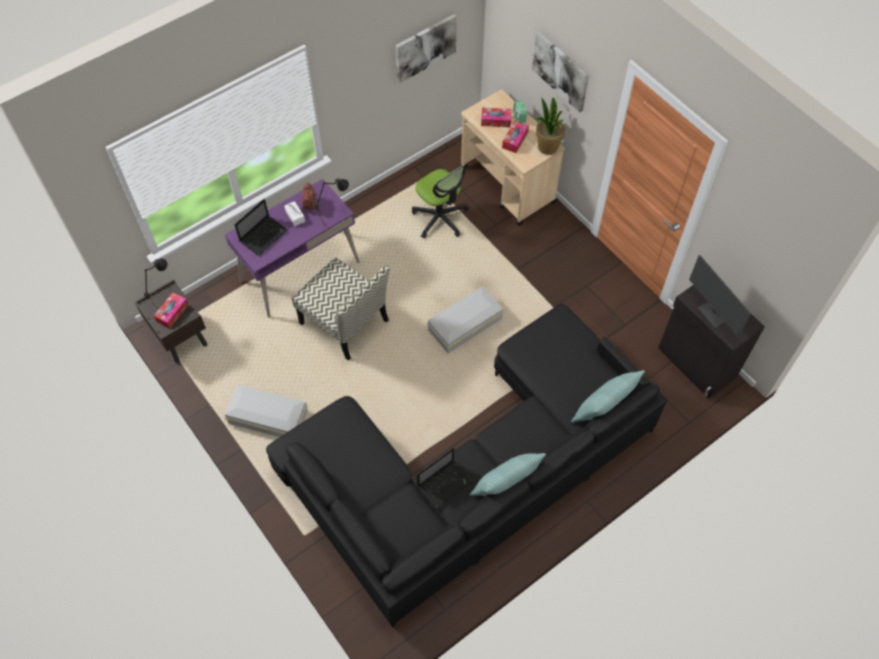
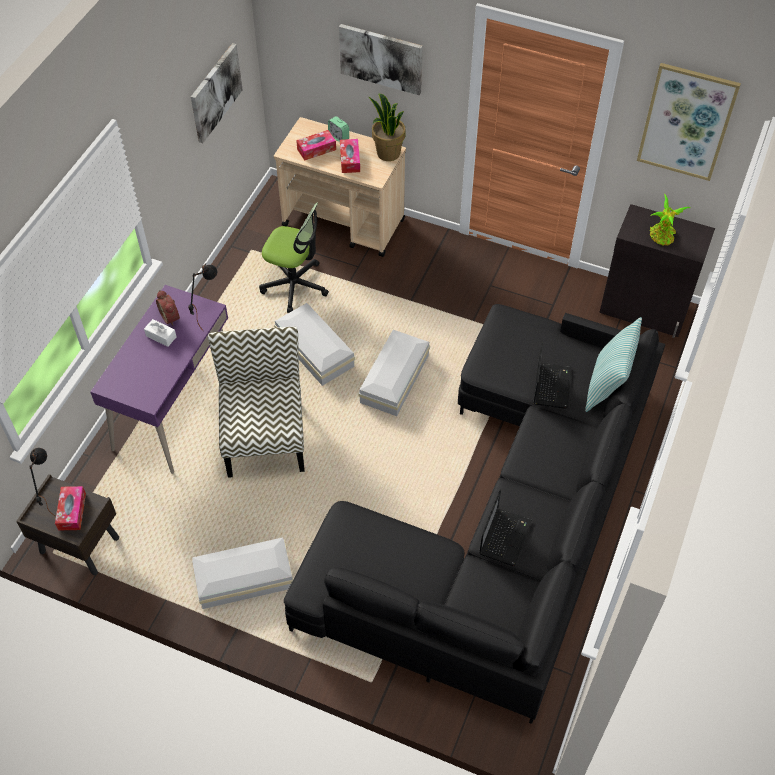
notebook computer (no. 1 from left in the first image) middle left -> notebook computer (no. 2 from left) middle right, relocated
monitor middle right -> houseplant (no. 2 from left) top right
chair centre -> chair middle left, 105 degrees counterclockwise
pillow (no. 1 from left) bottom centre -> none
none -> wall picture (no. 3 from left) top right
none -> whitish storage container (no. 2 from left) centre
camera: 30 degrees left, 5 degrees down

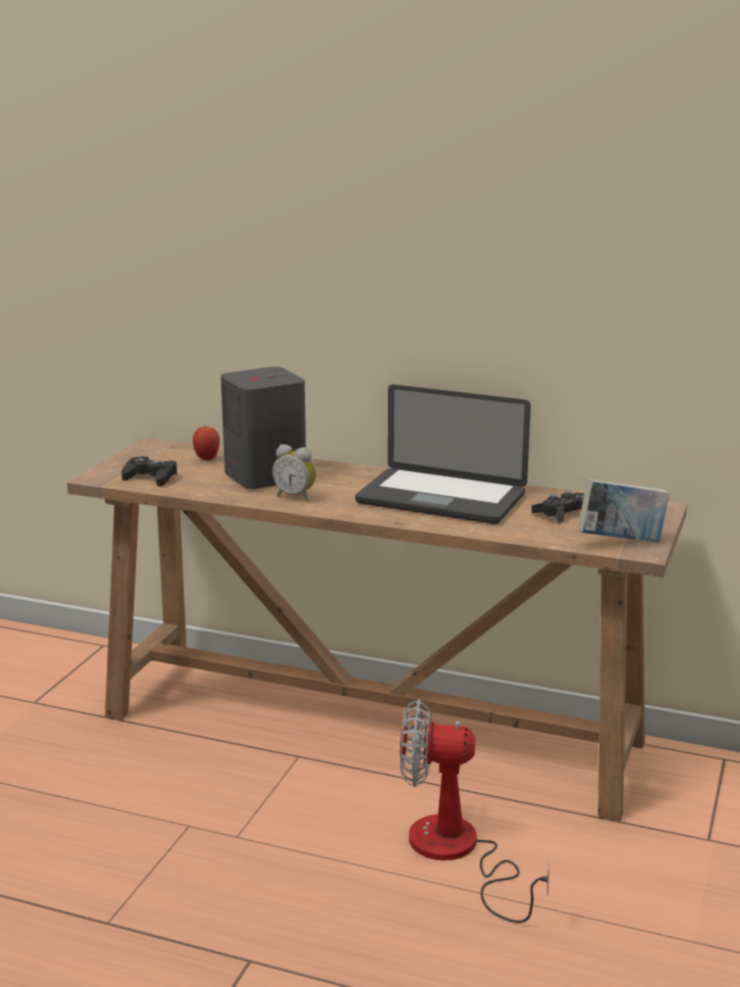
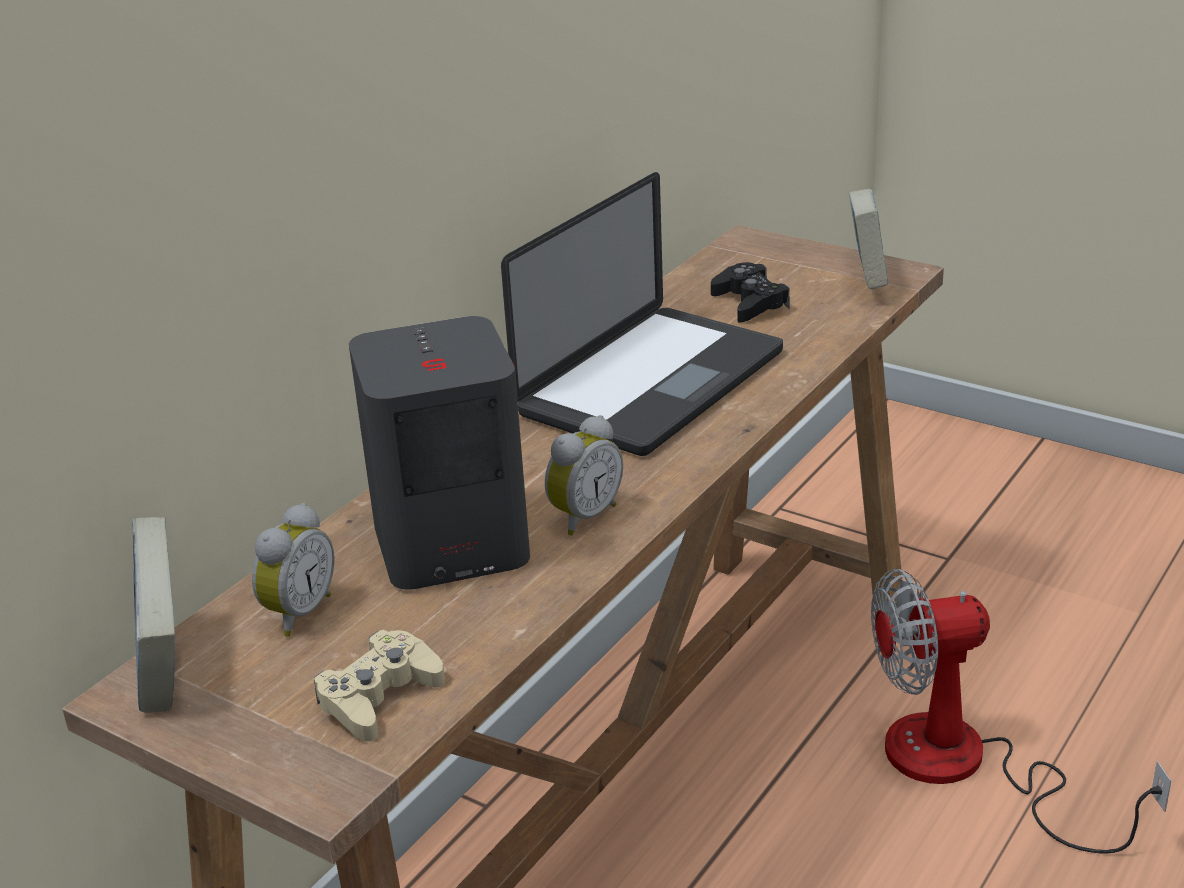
apple middle left -> table clock (no. 1 from left) middle left
blackish gamepad (no. 1 from left) middle left -> beige gamepad bottom left
fan bottom centre -> fan bottom right, 60 degrees clockwise
none -> book (no. 1 from left) bottom left
camera: 75 degrees left, 10 degrees up

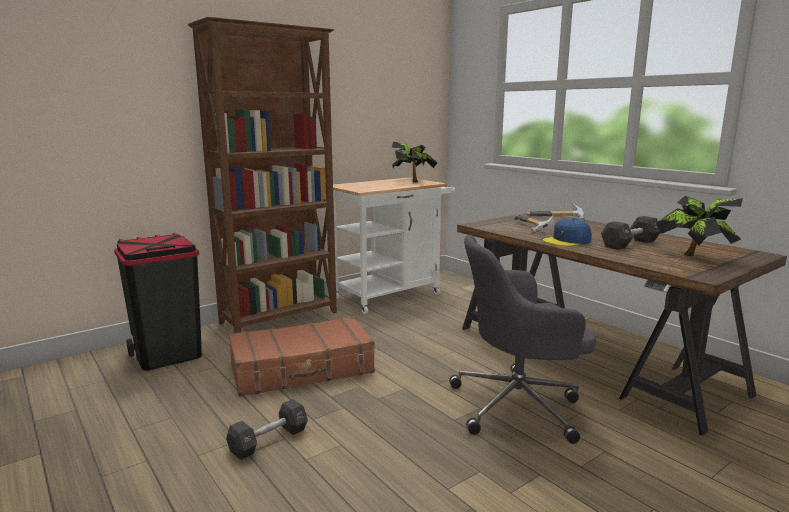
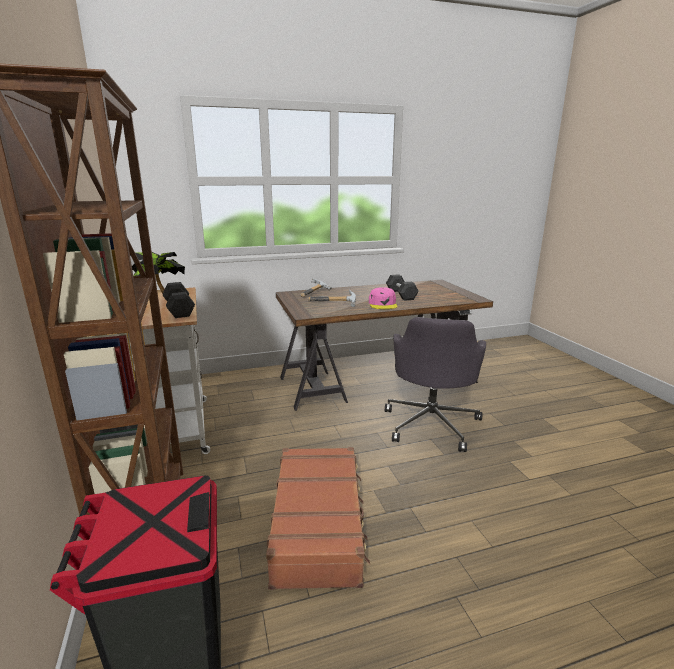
houseplant (no. 2 from left) middle right -> none
blue baseball cap middle right -> pink baseball cap centre
blackish free weight (no. 1 from left) bottom centre -> blackish free weight (no. 1 from left) middle left, relocated
camera: 70 degrees left, 5 degrees up

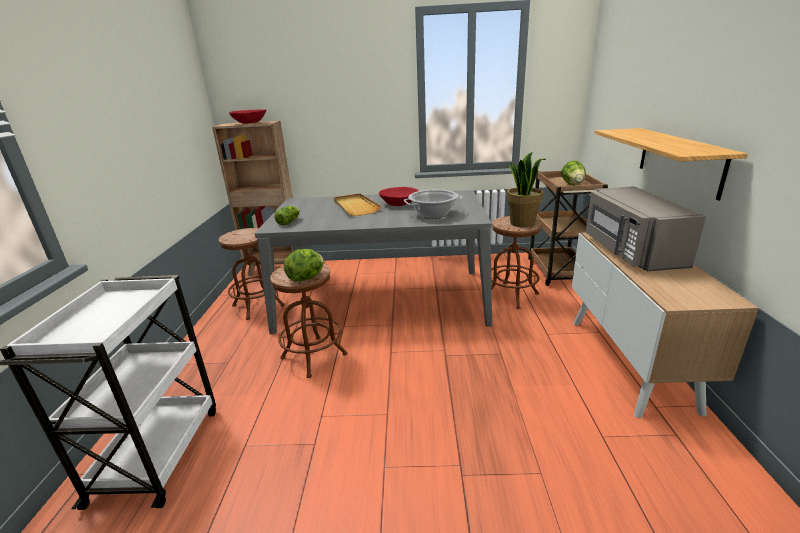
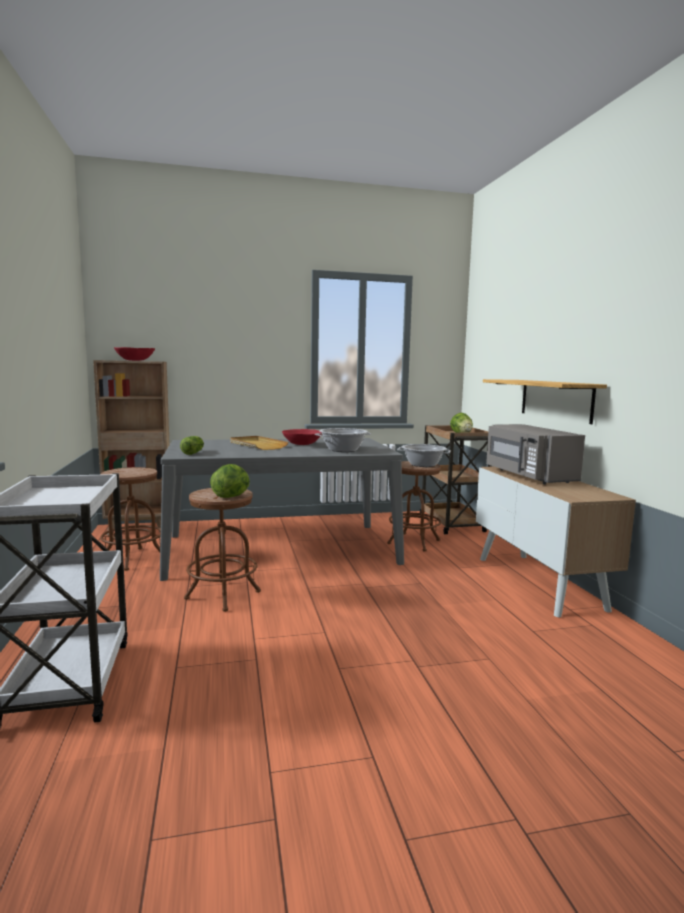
houseplant centre -> cooking pot (no. 2 from left) centre
camera: 15 degrees left, 15 degrees down

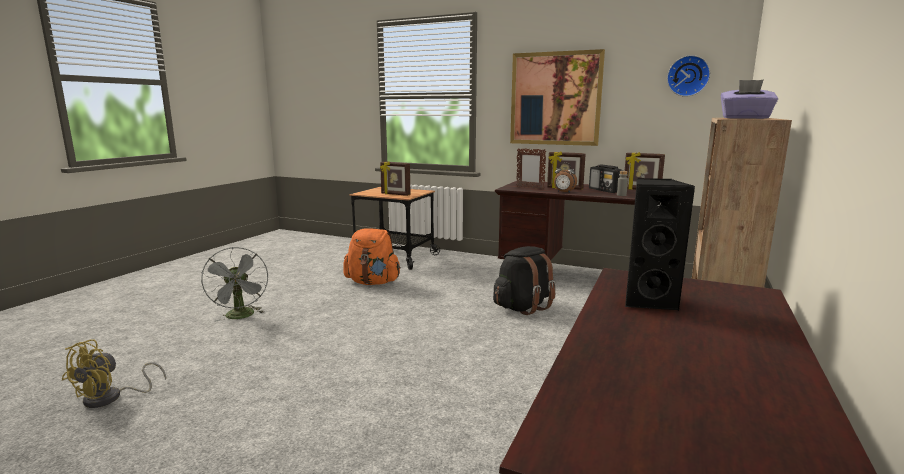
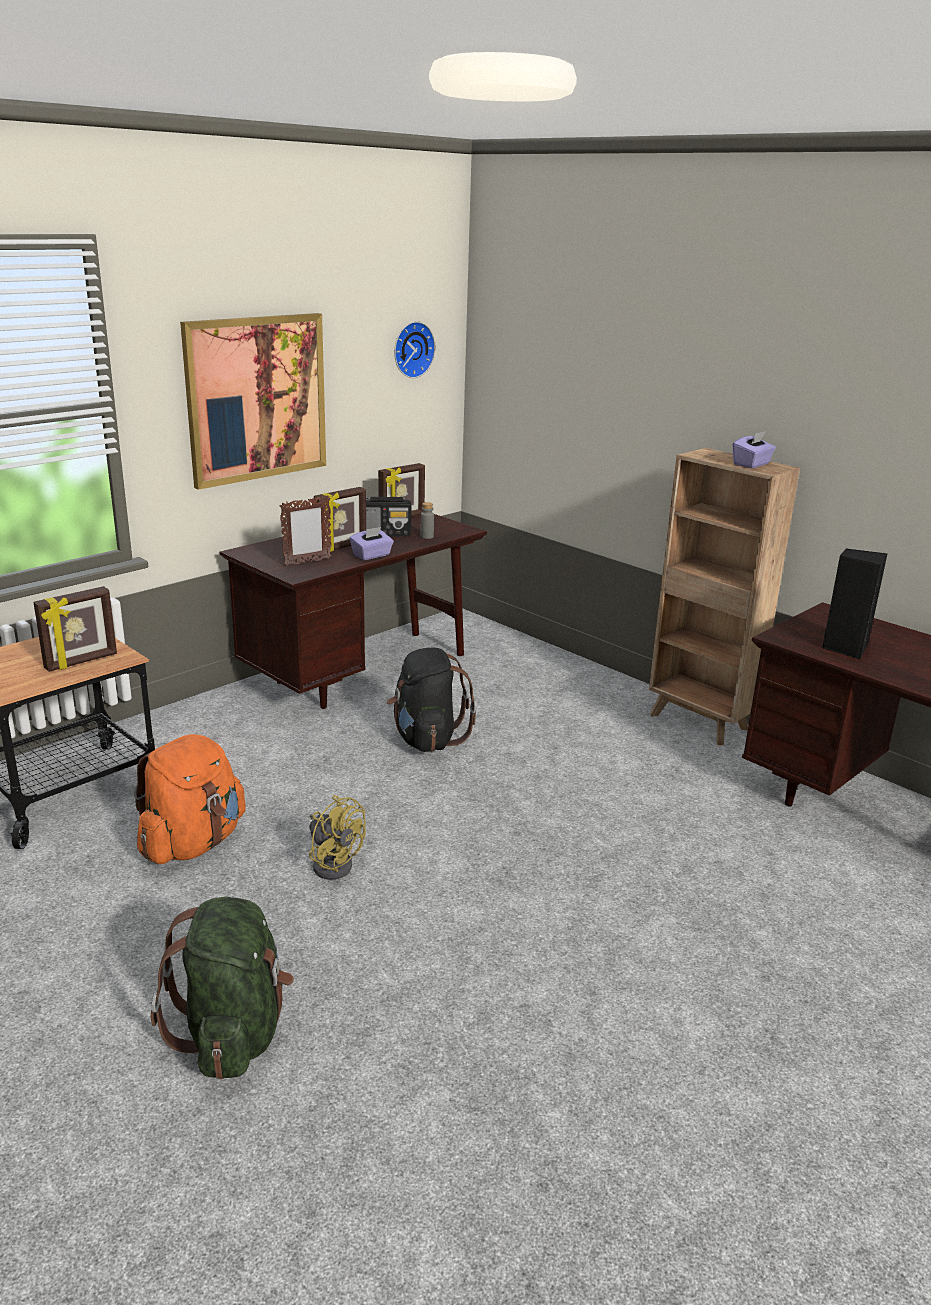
table clock centre -> purple tissue holder (no. 1 from left) centre
gray fan middle left -> green rucksack bottom left
yellowish fan bottom left -> yellowish fan centre, relocated
camera: 70 degrees left, 10 degrees up

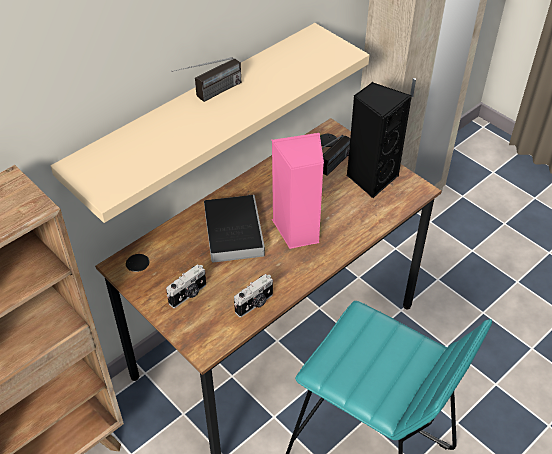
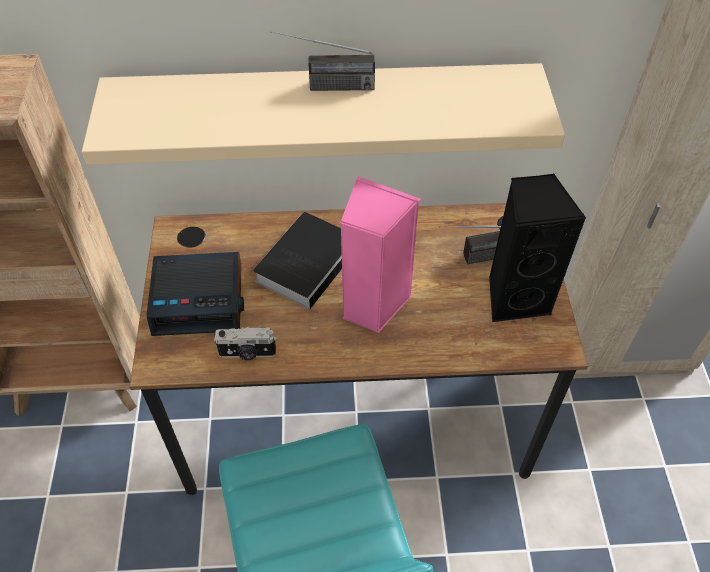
photo camera (no. 1 from left) centre -> table clock middle left
camera: 40 degrees right, 5 degrees up

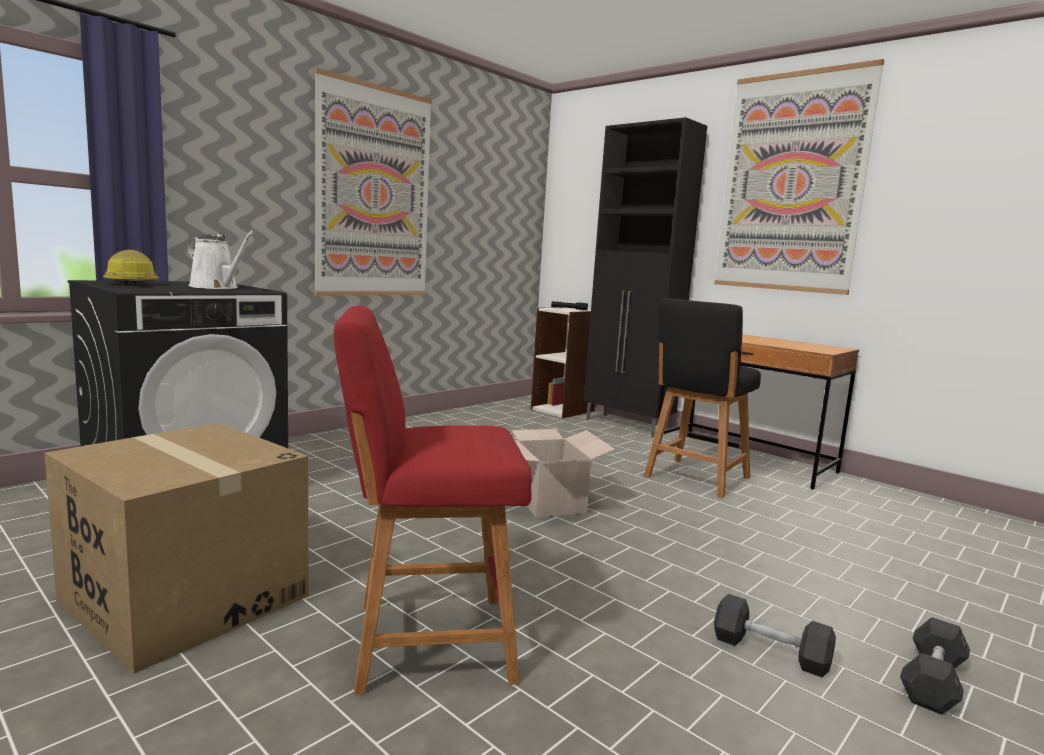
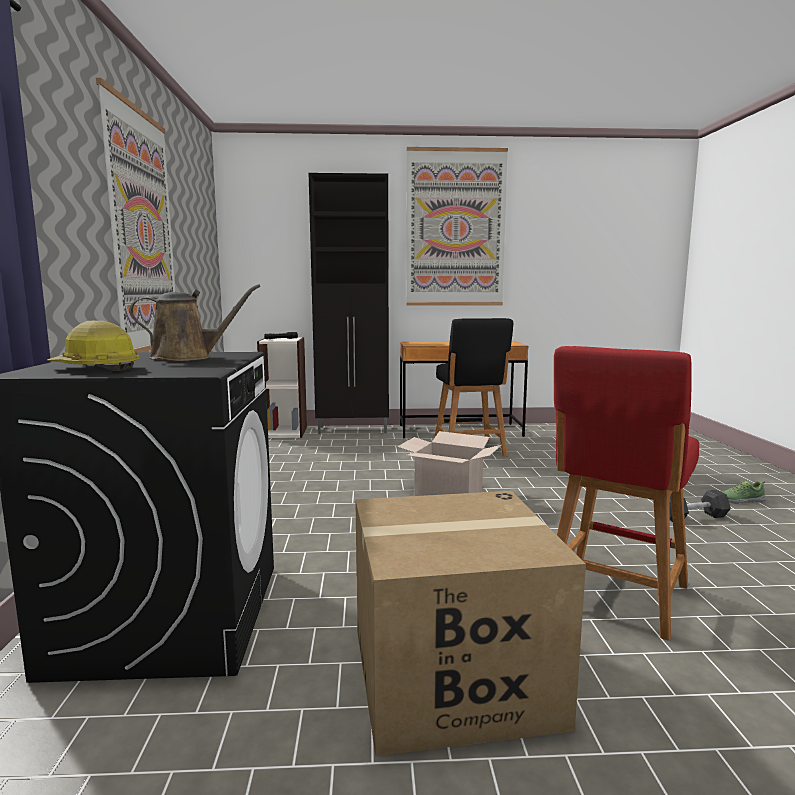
whitish sprinkling can middle left -> brownish sprinkling can middle left
gray free weight (no. 2 from left) bottom right -> shoe middle right
camera: 45 degrees left, 0 degrees up

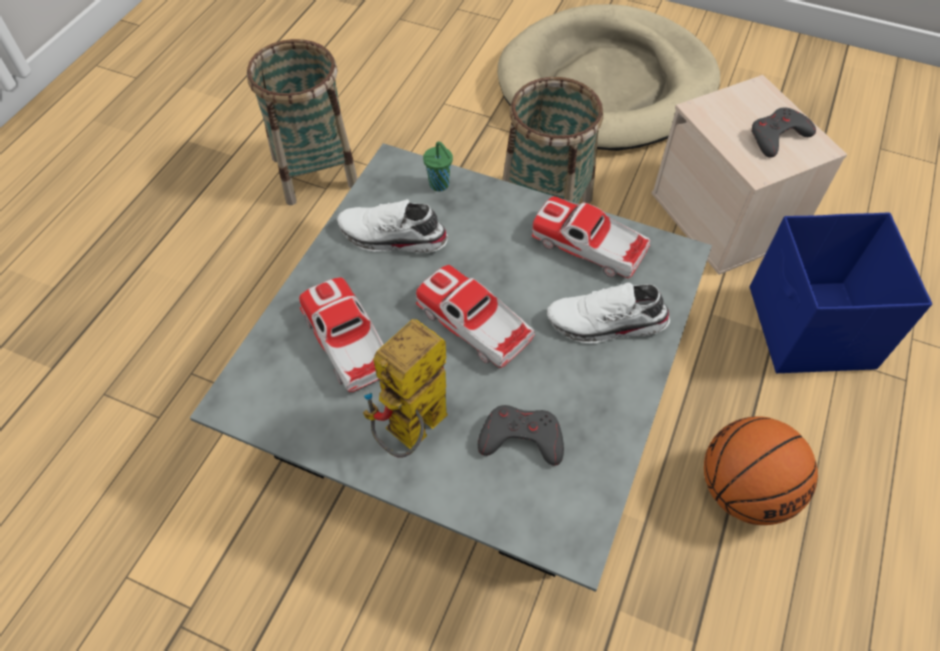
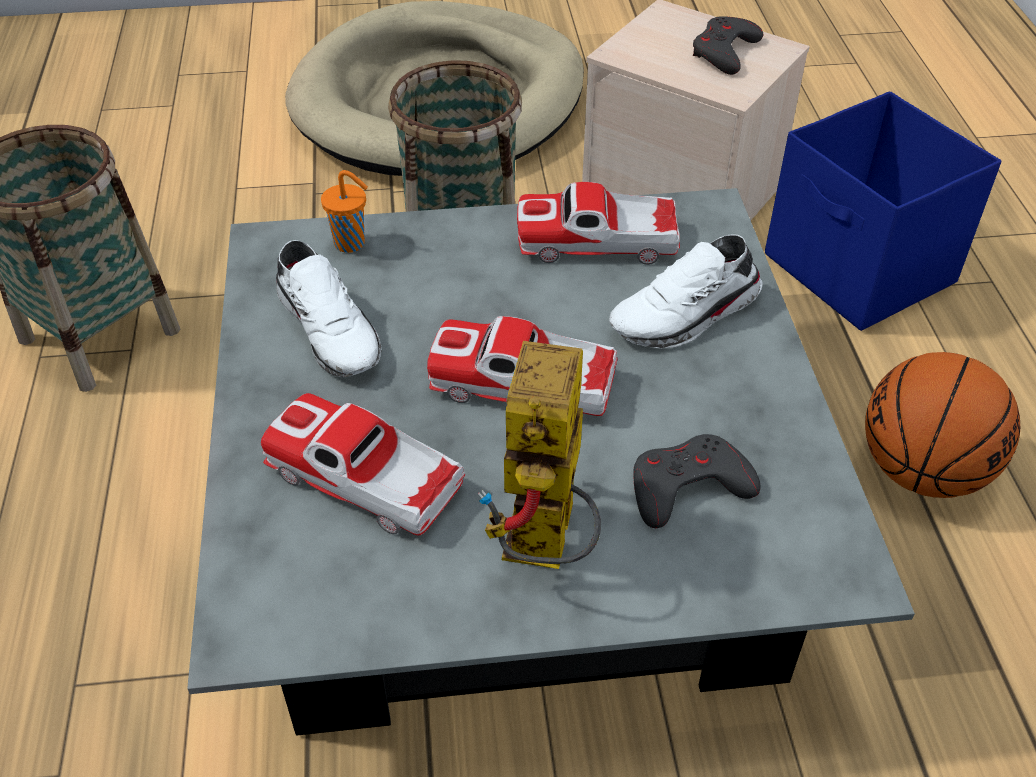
green cup top centre -> orange cup top left
whitish shoe (no. 1 from left) centre -> whitish shoe (no. 1 from left) middle left, 105 degrees counterclockwise
camera: 30 degrees left, 10 degrees down

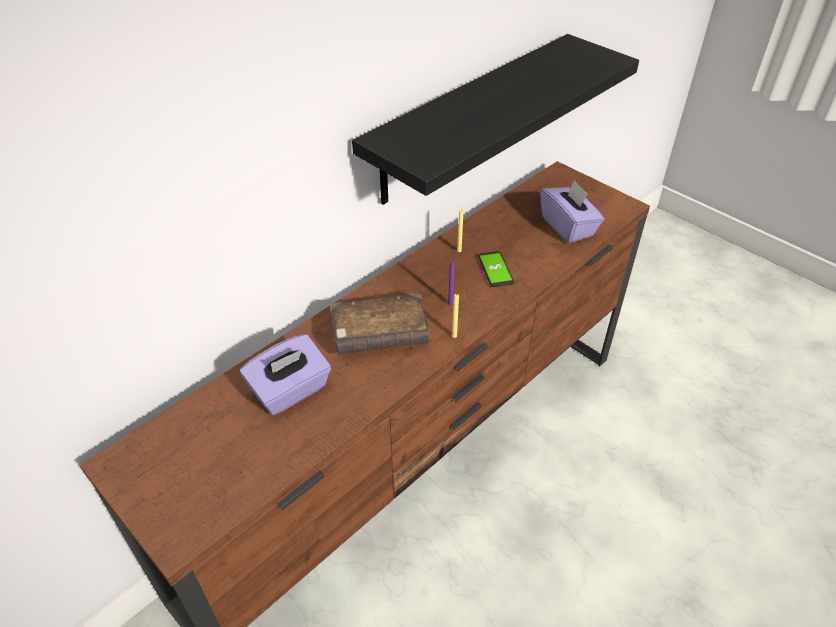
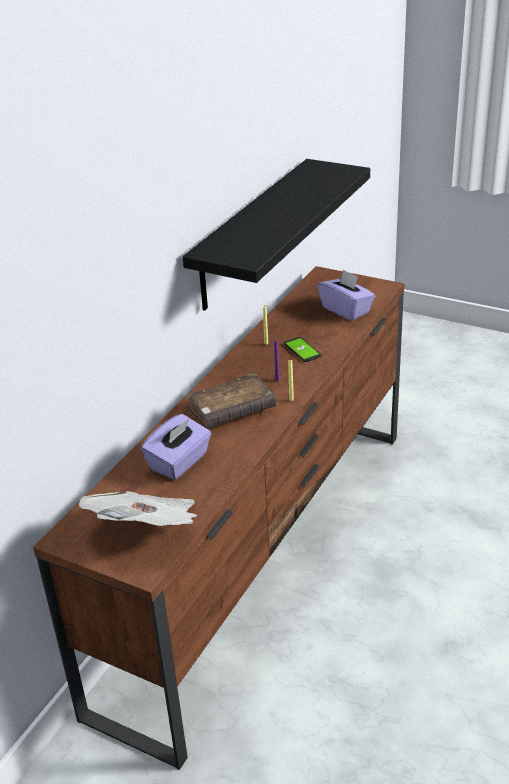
none -> daily paper middle left
camera: 15 degrees left, 10 degrees down

